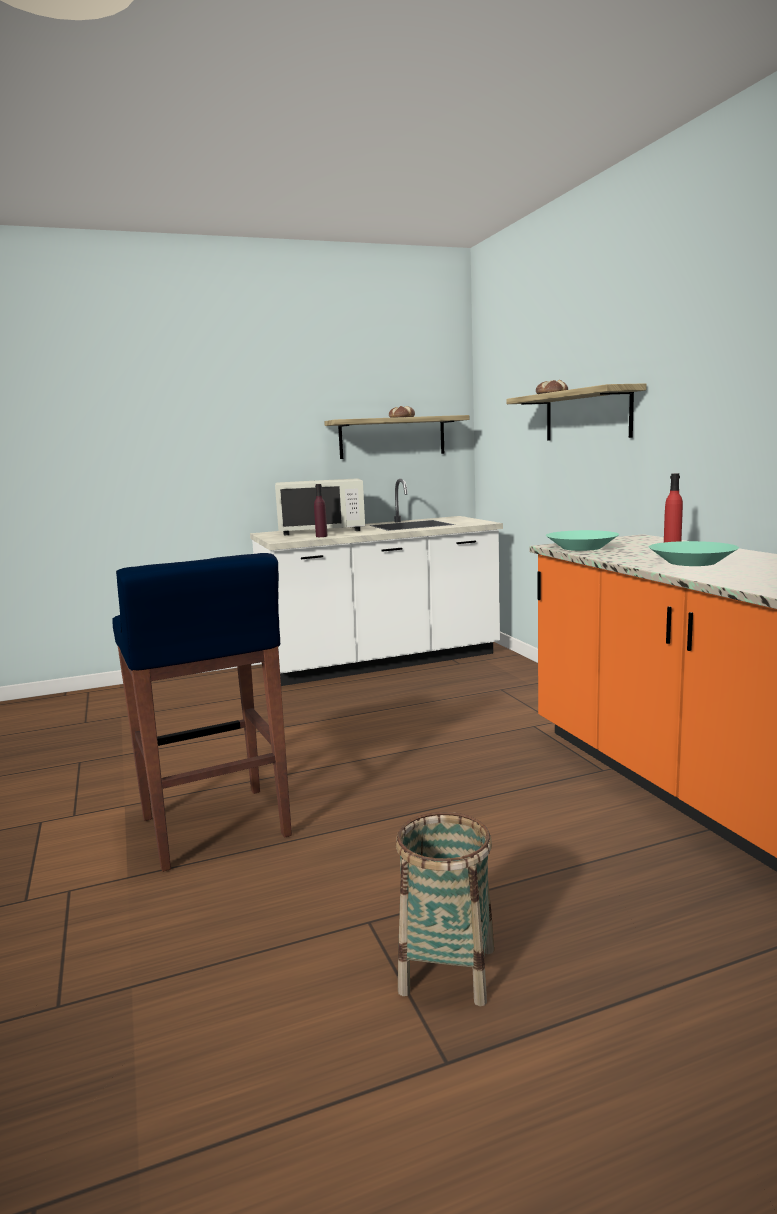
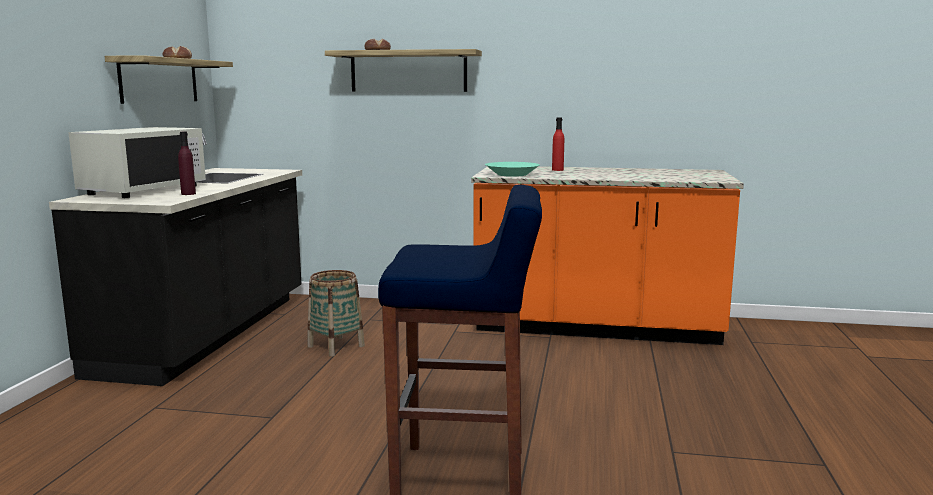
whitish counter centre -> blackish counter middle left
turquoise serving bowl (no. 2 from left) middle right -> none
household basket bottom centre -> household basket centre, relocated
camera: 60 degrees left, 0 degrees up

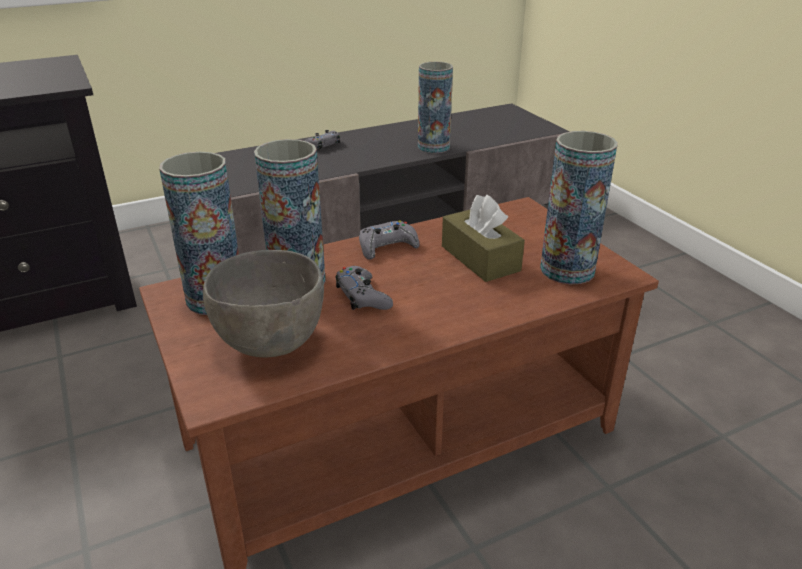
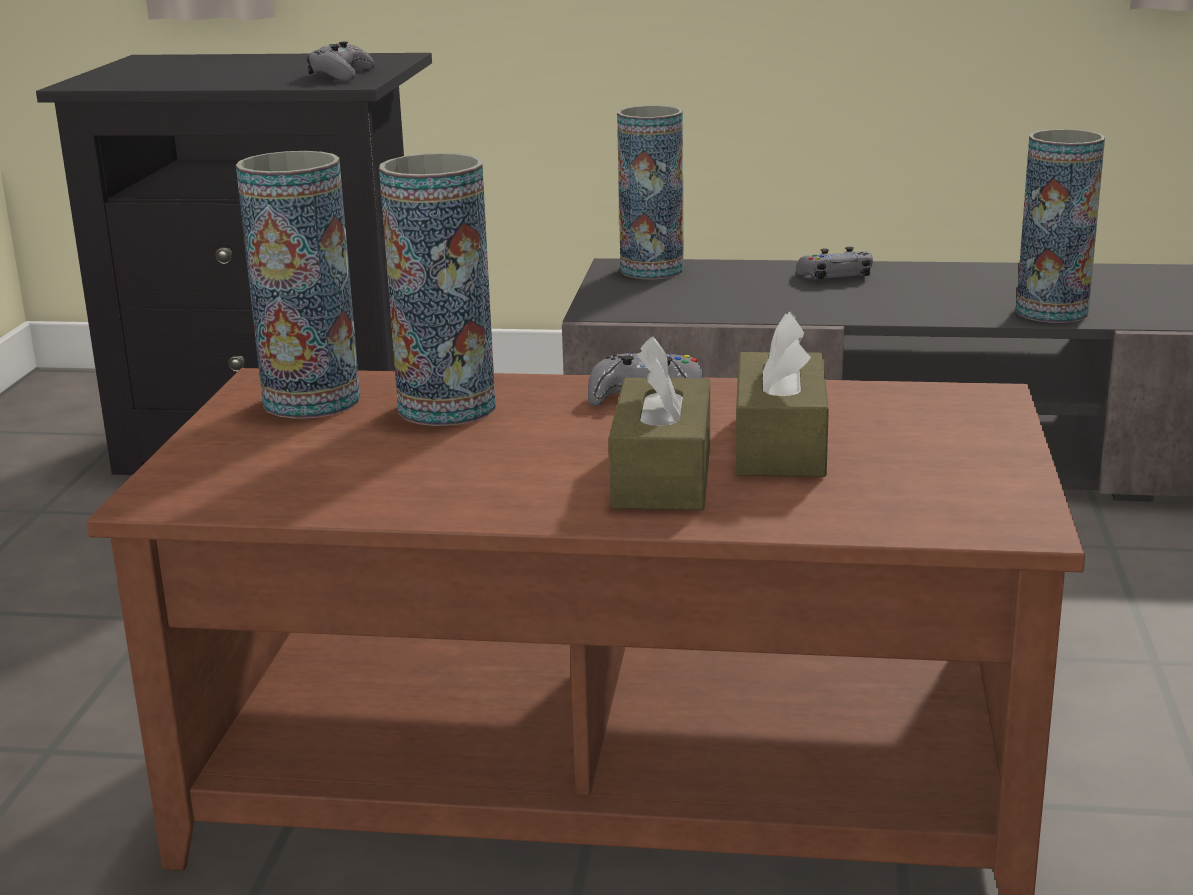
flower vase (no. 4 from left in the first image) middle right -> flower vase (no. 3 from left) top centre, relocated
gray serving bowl middle left -> none
gray gamepad (no. 2 from left in the first image) centre -> gray gamepad (no. 1 from left) top left, relocated
none -> brownish tissue holder (no. 1 from left) centre
camera: 35 degrees right, 10 degrees down

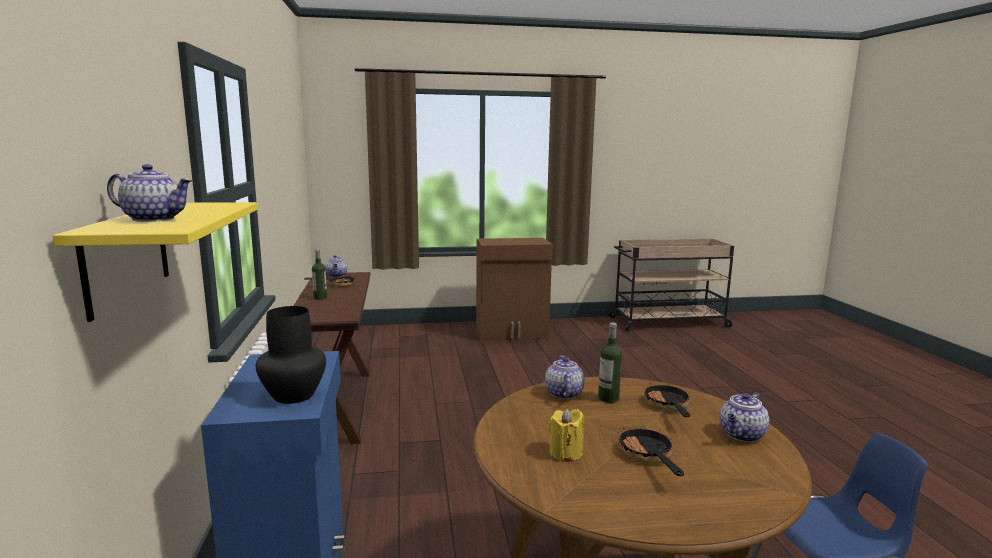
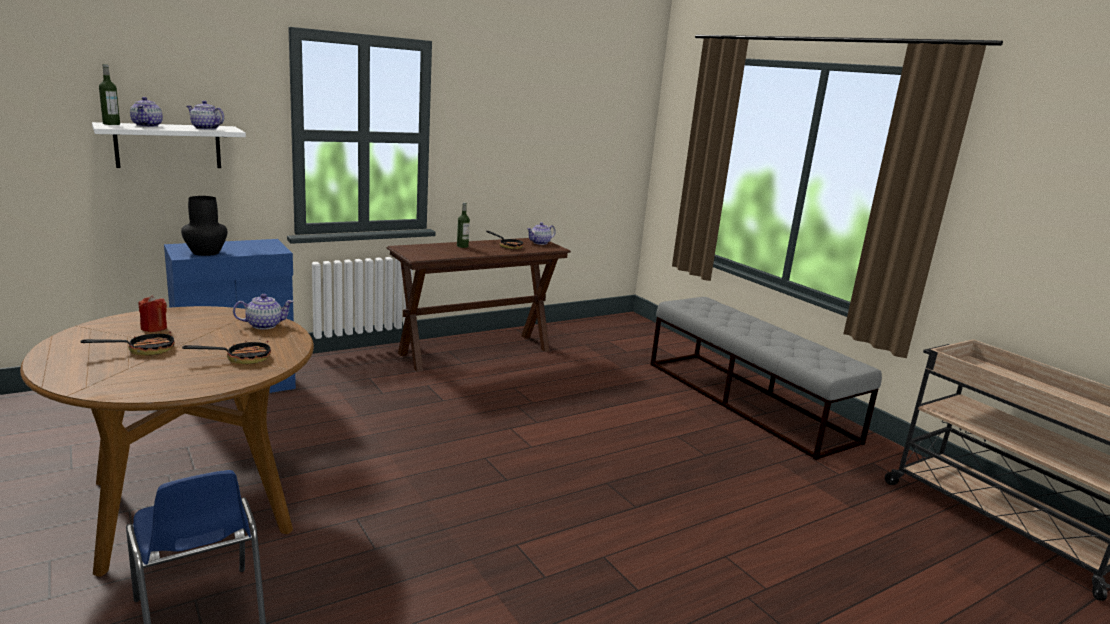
yellowish shelf middle left -> whitish shelf top left
brownish cupboard centre -> gray indoor bench middle right
beverage bottle (no. 2 from left in the first image) centre -> beverage bottle (no. 1 from left) top left, relocated
tea pot (no. 4 from left in the first image) bottom right -> tea pot (no. 2 from left) top left, relocated
yellowish candle bottom centre -> reddish candle middle left
camera: 65 degrees right, 5 degrees up

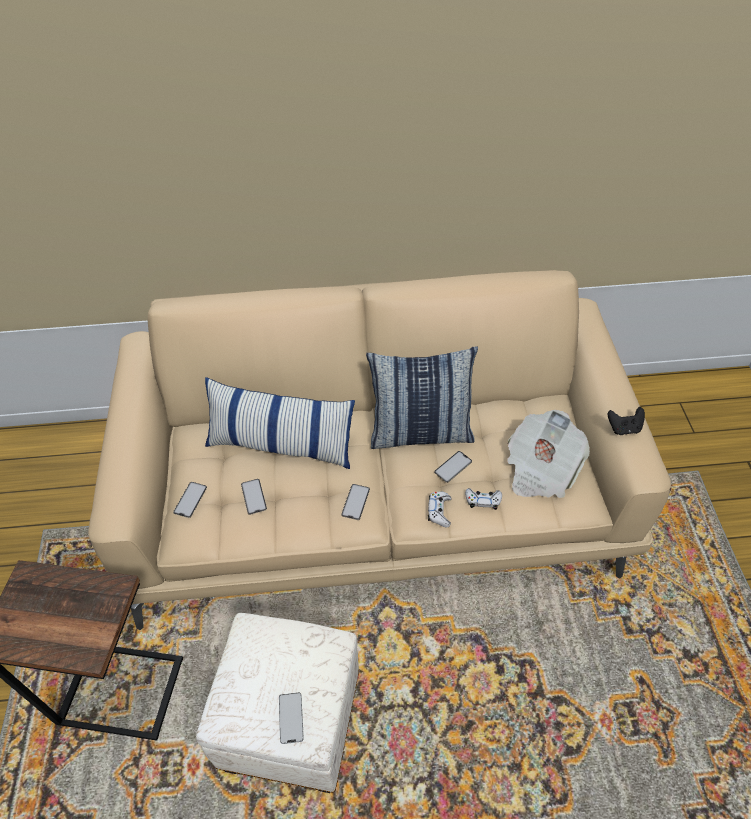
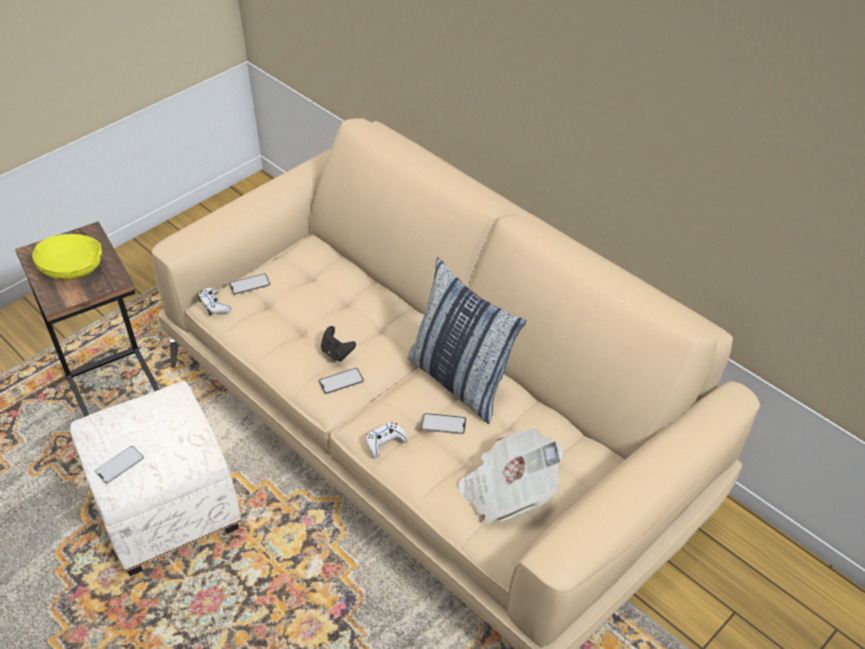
pillow (no. 1 from left) centre -> none
blackish gamepad middle right -> blackish gamepad centre, relocated
handset (no. 2 from left) centre -> none
whitish gamepad (no. 2 from left in the first image) centre -> whitish gamepad (no. 1 from left) middle left, relocated
none -> yellowish serving bowl middle left
camera: 50 degrees right, 5 degrees down

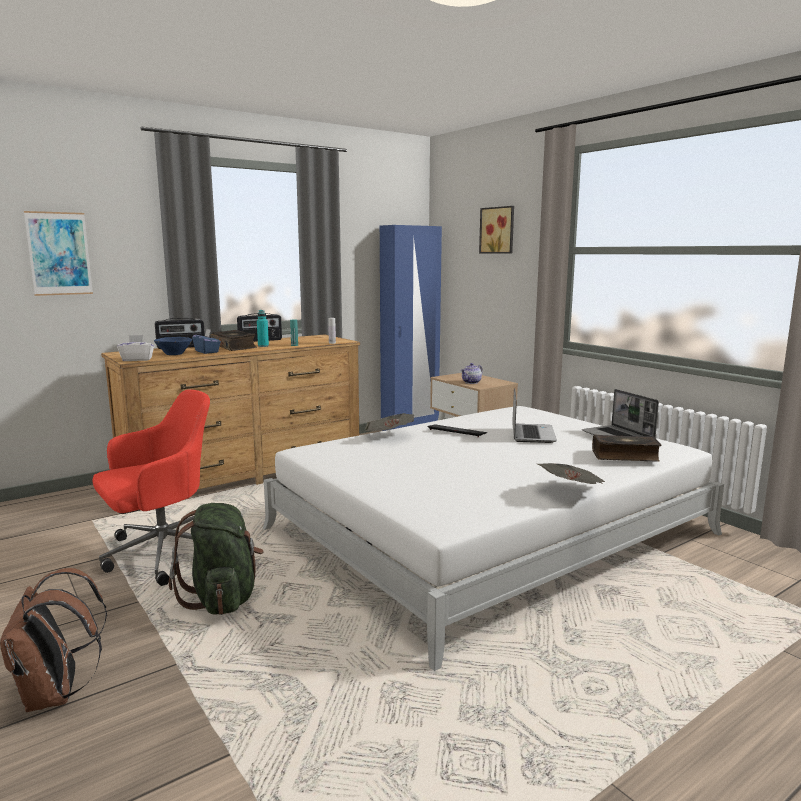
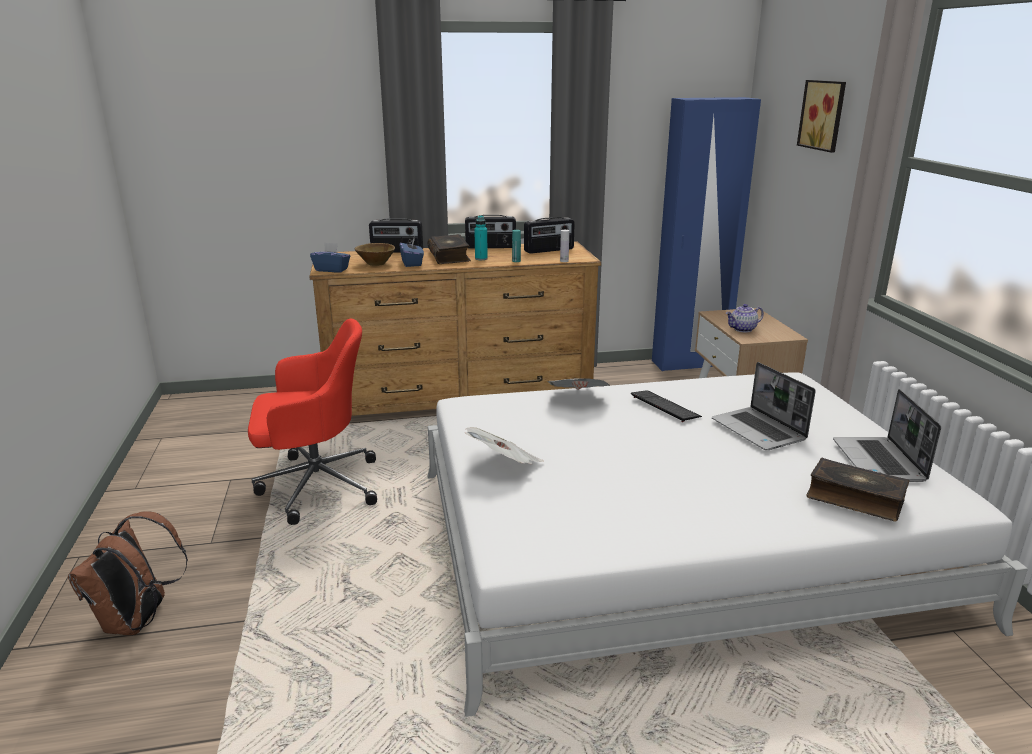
wall picture (no. 1 from left) top left -> none
whitish tissue holder middle left -> blue tissue holder (no. 1 from left) middle left
blue serving bowl middle left -> brownish serving bowl centre
notebook computer (no. 1 from left) middle right, 120 degrees clockwise
daily paper (no. 2 from left in the first image) middle right -> daily paper (no. 1 from left) centre, relocated
green rucksack bottom left -> none
none -> radio receiver (no. 3 from left) top centre
camera: 25 degrees right, 10 degrees up

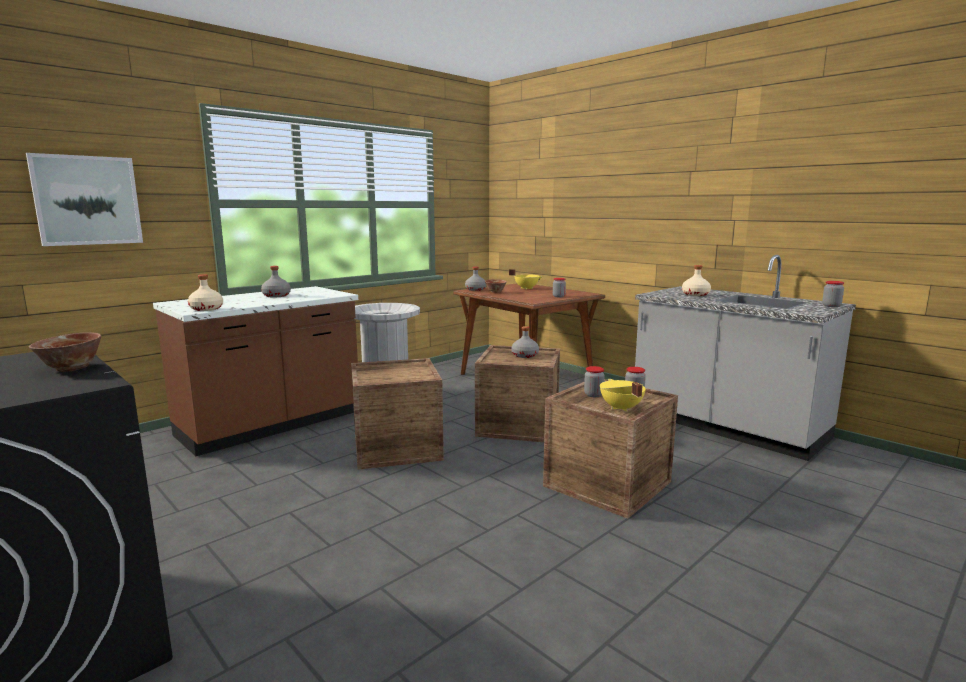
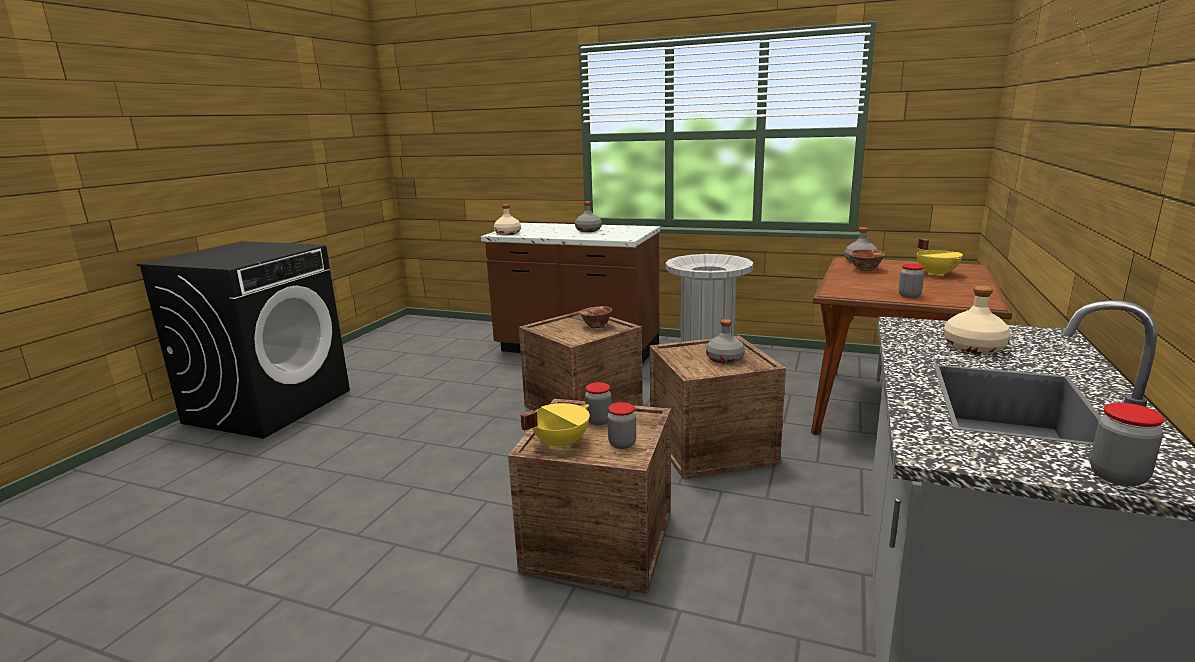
wall picture top left -> none
serving bowl (no. 1 from left) middle left -> serving bowl (no. 1 from left) centre, relocated
camera: 65 degrees right, 5 degrees up

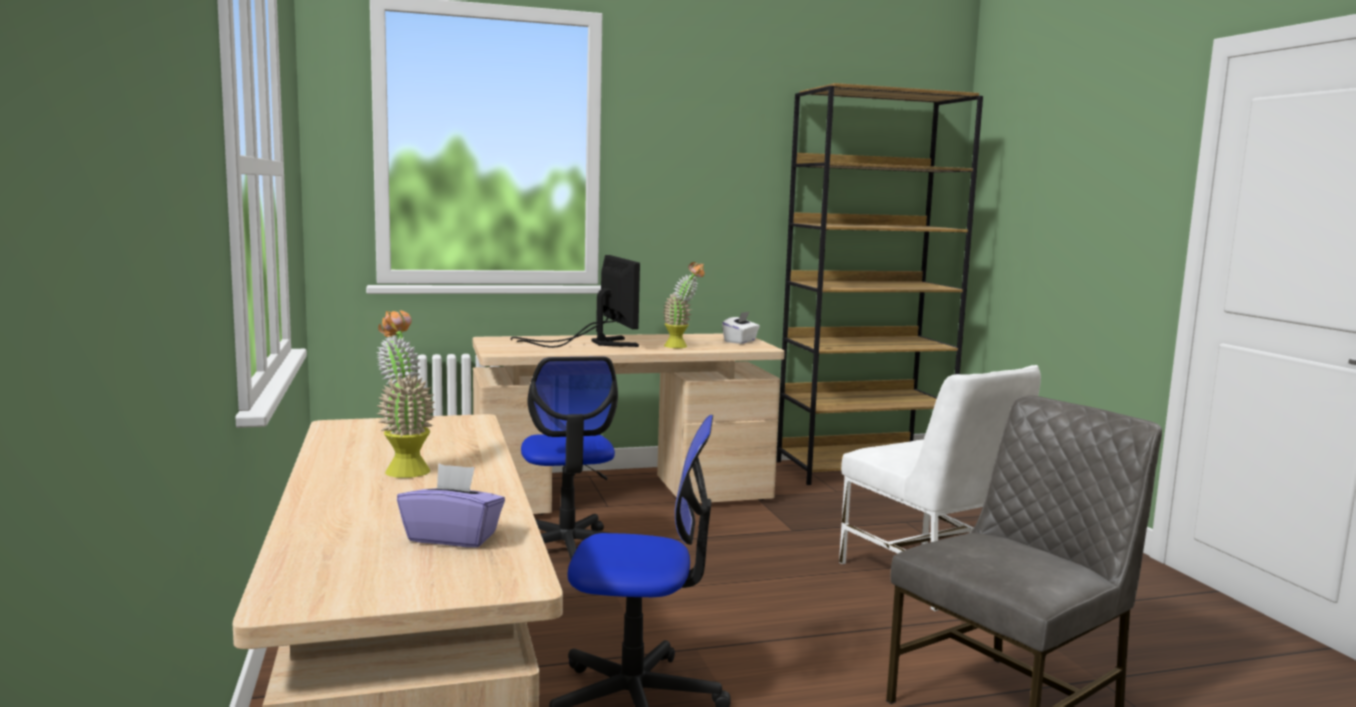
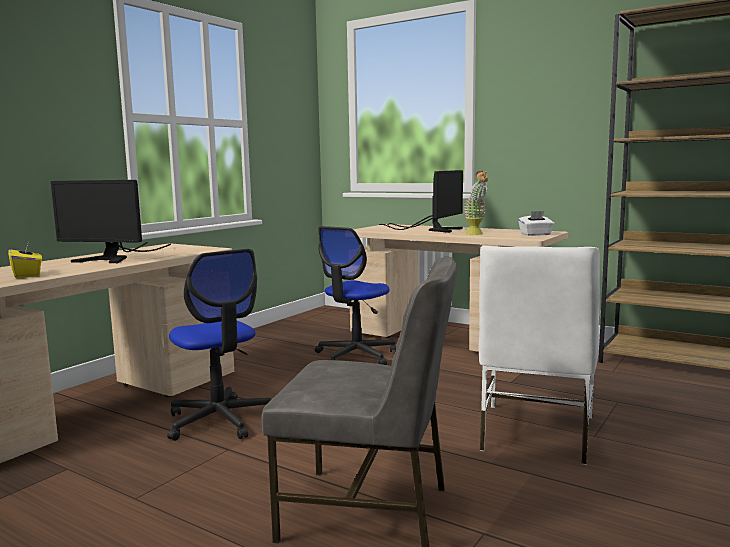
houseplant (no. 1 from left) middle left -> monitor (no. 1 from left) middle left
purple tissue holder bottom left -> yellowish tissue holder middle left
camera: 50 degrees right, 0 degrees up

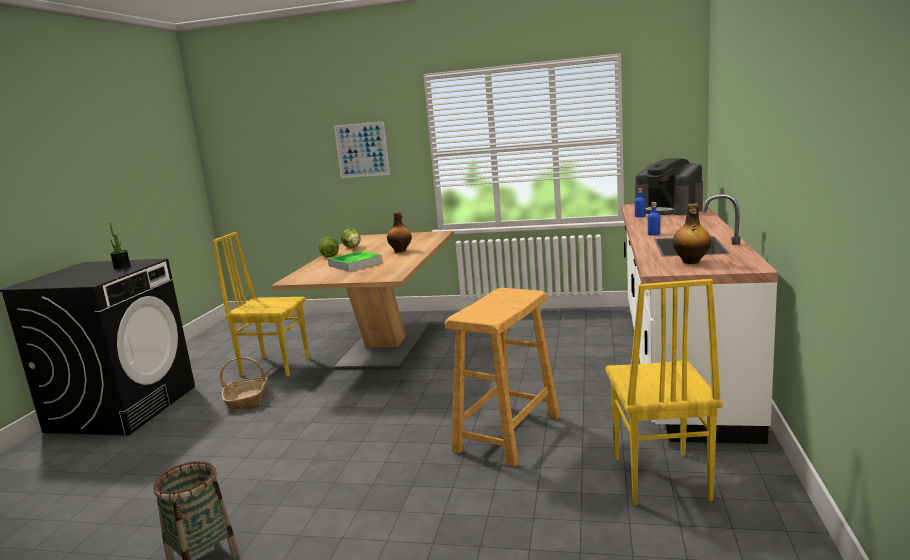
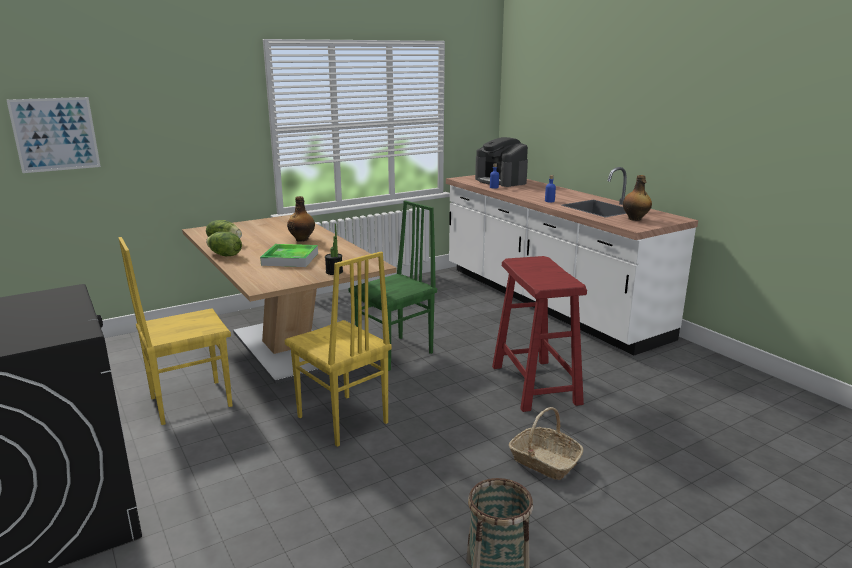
wall picture top centre -> wall picture top left, relocated
coffee maker top right -> coffee maker top centre, 45 degrees clockwise
houseplant middle left -> houseplant centre, relocated
yellowish chair (no. 2 from left) bottom right -> yellowish chair (no. 2 from left) centre, relocated
beige sitting stool bottom centre -> reddish sitting stool centre
household basket (no. 2 from left) bottom left -> household basket (no. 2 from left) bottom centre, relocated
none -> green chair centre
camera: 45 degrees left, 5 degrees up

